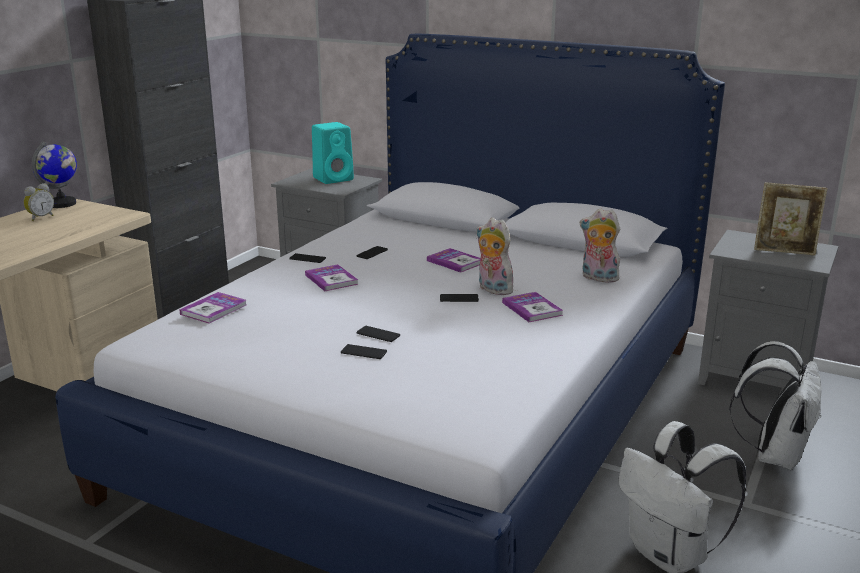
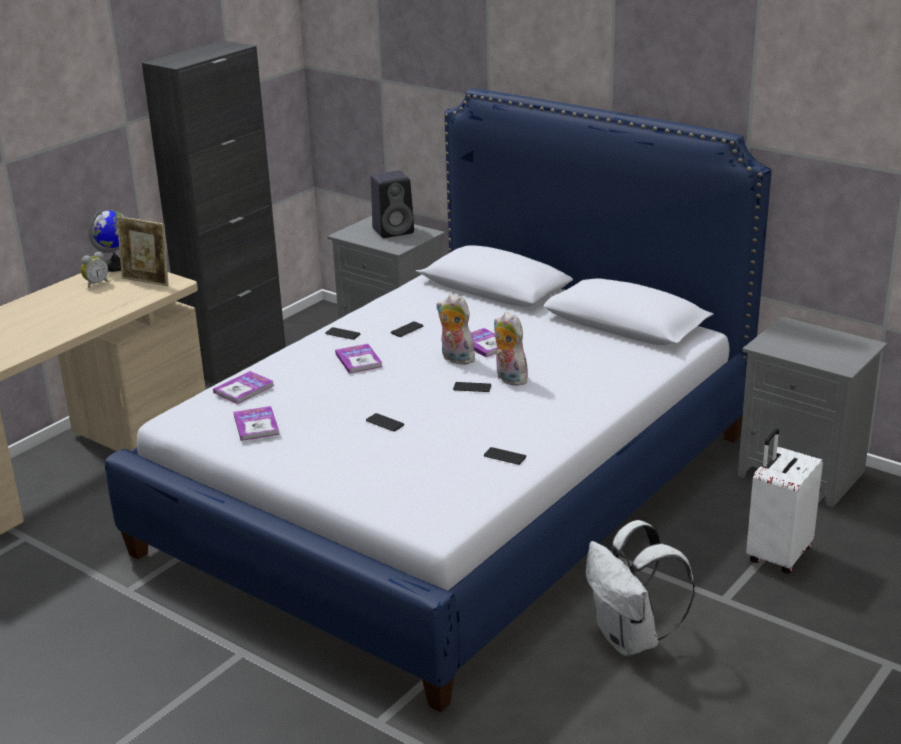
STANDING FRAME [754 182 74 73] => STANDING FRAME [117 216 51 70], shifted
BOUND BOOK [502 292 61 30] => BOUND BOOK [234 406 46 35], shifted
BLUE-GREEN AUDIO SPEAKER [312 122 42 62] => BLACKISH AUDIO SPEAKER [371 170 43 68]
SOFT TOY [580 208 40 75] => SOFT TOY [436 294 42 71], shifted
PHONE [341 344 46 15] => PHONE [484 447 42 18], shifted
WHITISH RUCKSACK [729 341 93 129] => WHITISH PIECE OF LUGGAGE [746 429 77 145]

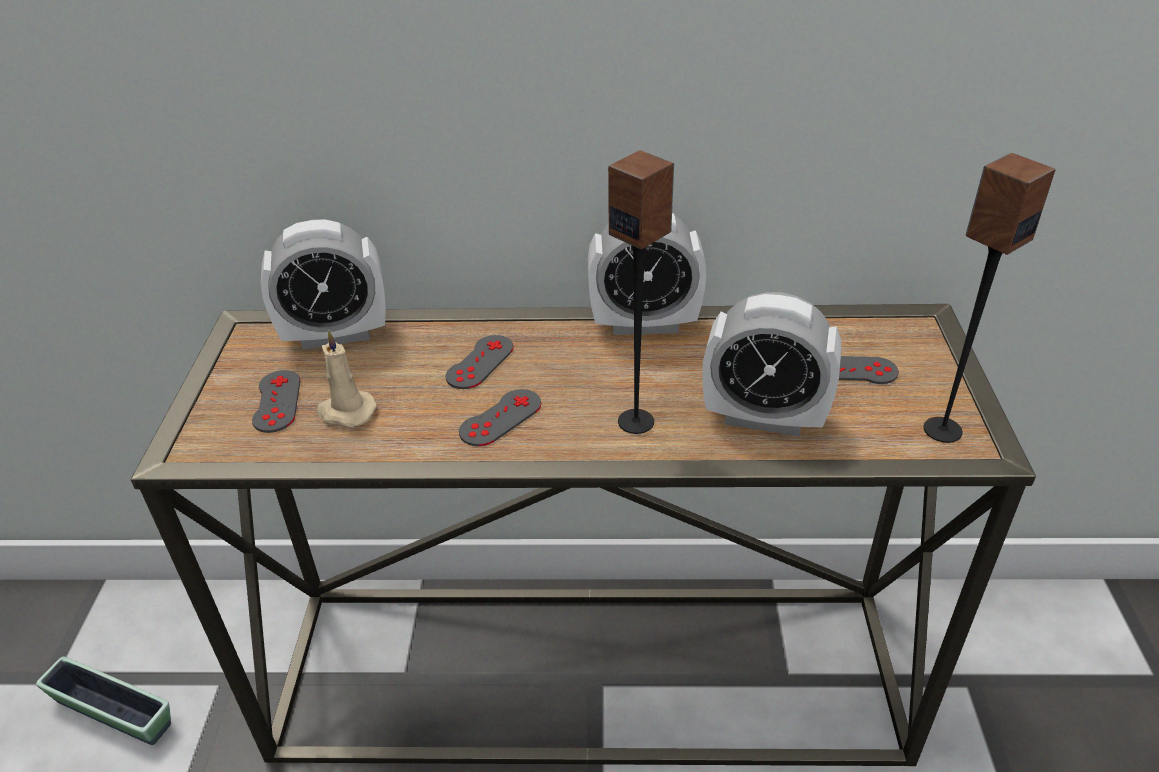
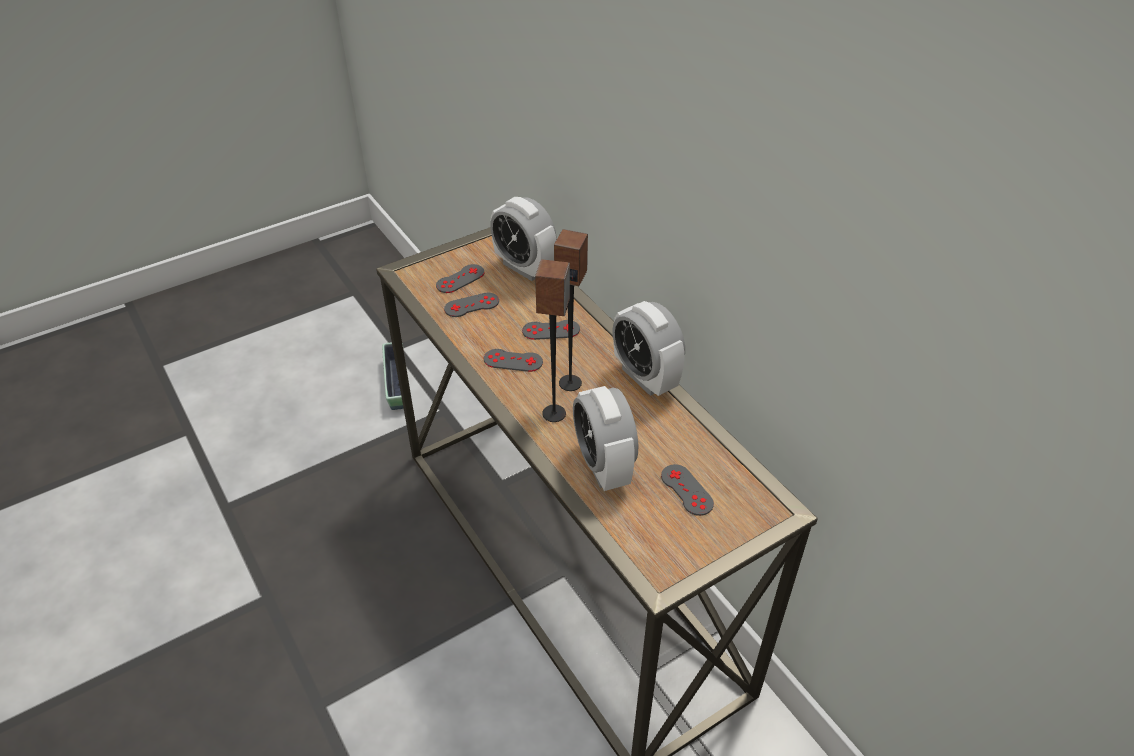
BEIGE WAX CANDLE [316 330 61 98] => GREY JOYPAD [444 293 55 24]
AUDIO SPEAKER [923 153 132 290] => AUDIO SPEAKER [554 229 34 162], shifted

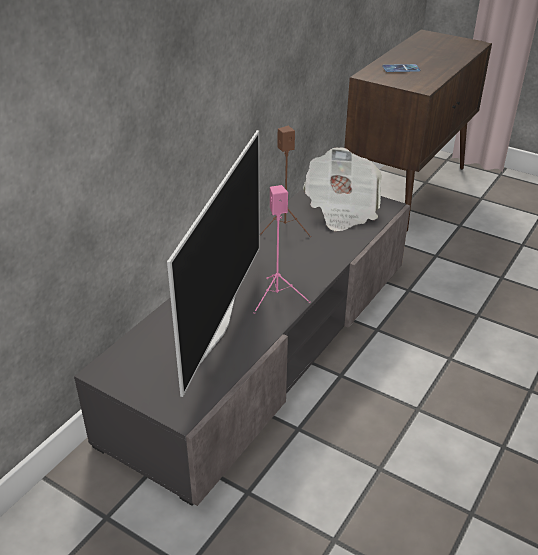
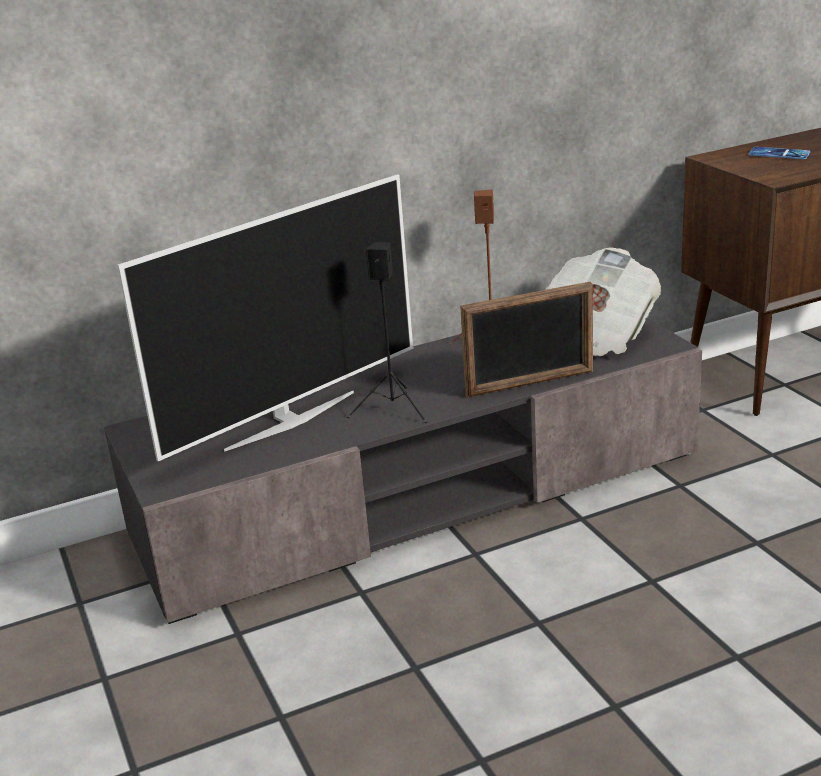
PINKISH AUDIO SPEAKER [254 185 56 129] => BLACKISH AUDIO SPEAKER [347 242 80 181]
nothing => STANDING FRAME [460 282 133 116]

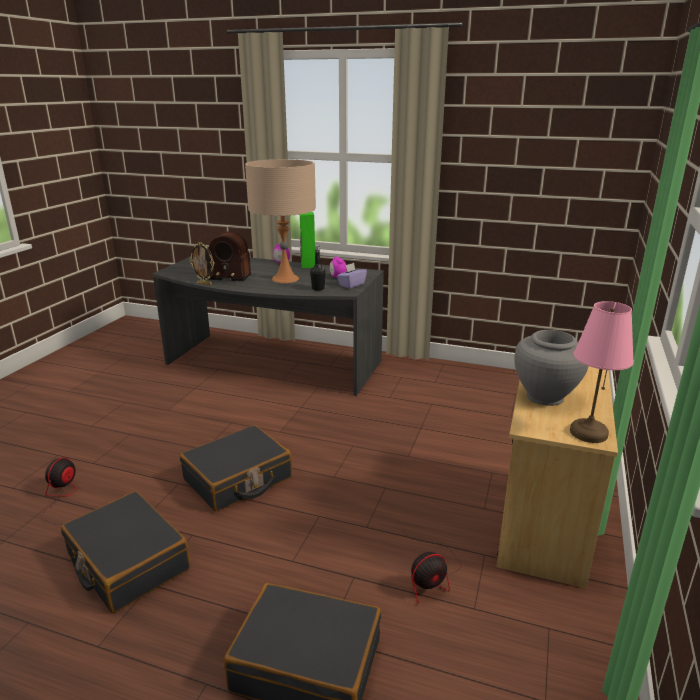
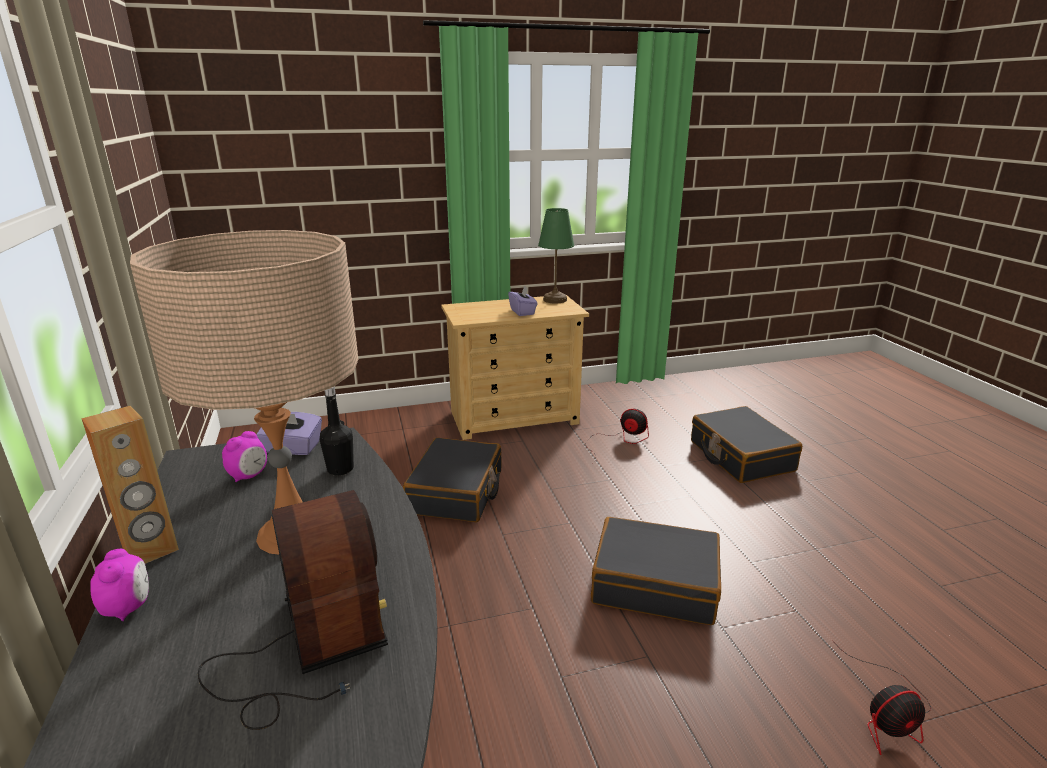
GREENISH AUDIO SPEAKER [300 212 15 56] => BROWN AUDIO SPEAKER [81 406 98 158]
BLACKISH PIECE OF LUGGAGE [61 491 129 122] => BLACKISH PIECE OF LUGGAGE [403 438 99 84], shifted
GREY DECORATIVE VASE [514 330 74 76] => PURPLISH TISSUE HOLDER [508 285 30 31]
PINKISH TABLE LAMP [570 301 64 142] => GREENISH TABLE LAMP [538 208 36 95]
STANDING FRAME [189 242 25 43] => nothing

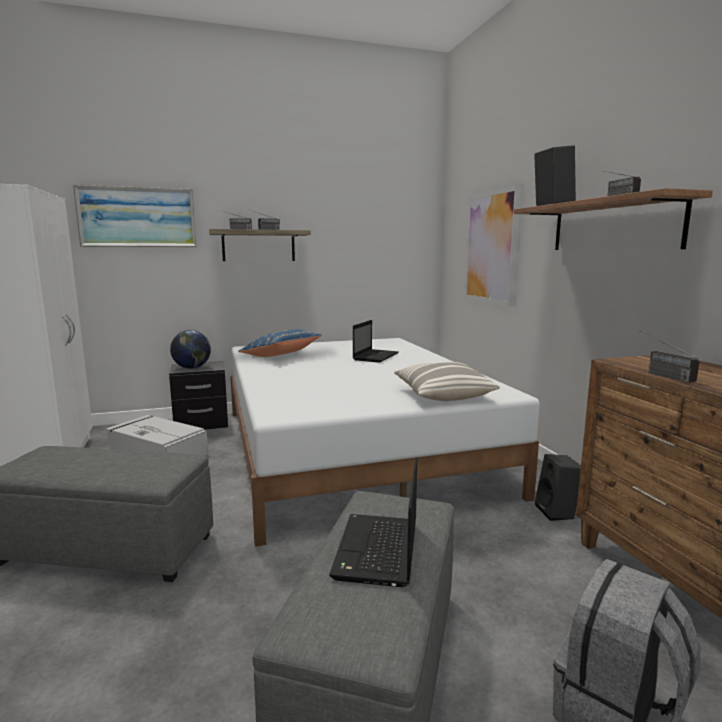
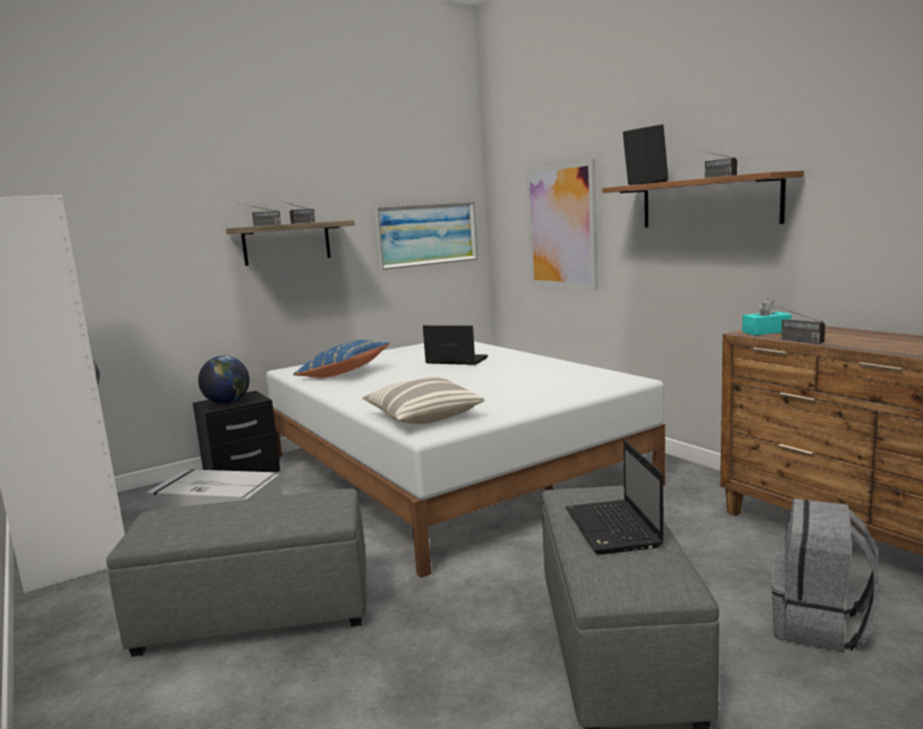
THROW PILLOW [394 362 106 39] => THROW PILLOW [362 377 122 47], shifted
WALL PICTURE [73 185 124 62] => WALL PICTURE [375 202 102 68], shifted
NOTEBOOK COMPUTER [353 320 46 43] => NOTEBOOK COMPUTER [423 325 65 40], 75 degrees counterclockwise
nothing => BLUE-GREEN TISSUE HOLDER [742 298 50 37]
BLACKISH AUDIO SPEAKER [535 454 46 67] => nothing

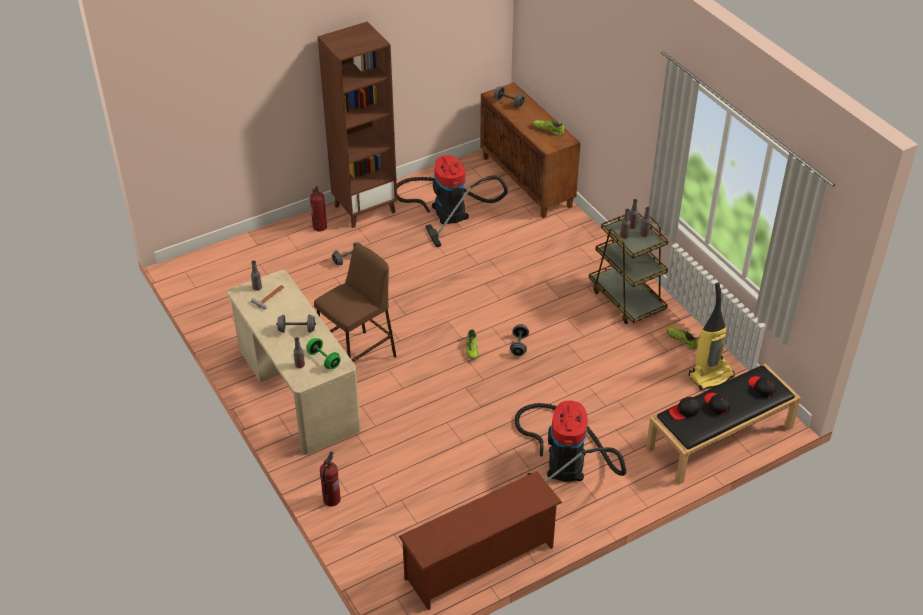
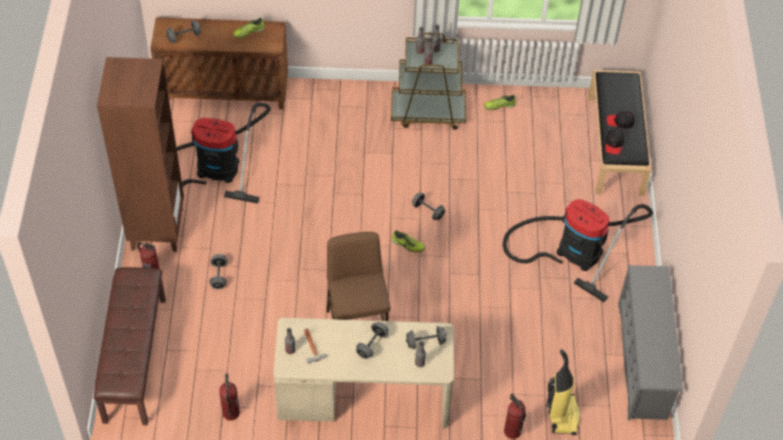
nothing => BROWN LONG SEAT [94 267 72 158]
nothing => FIRE EXTINGUISHER [219 373 21 48]
GREENISH FREE WEIGHT [306 338 35 31] => GREY FREE WEIGHT [406 326 41 23]
VACUUM [689 283 46 107] => VACUUM [546 349 34 86], shifted
BROWN SHOE STAND [399 471 164 139] => GREY SHOE STAND [618 265 65 156]
BLACKISH PEAKED CAP [748 376 28 22] => nothing

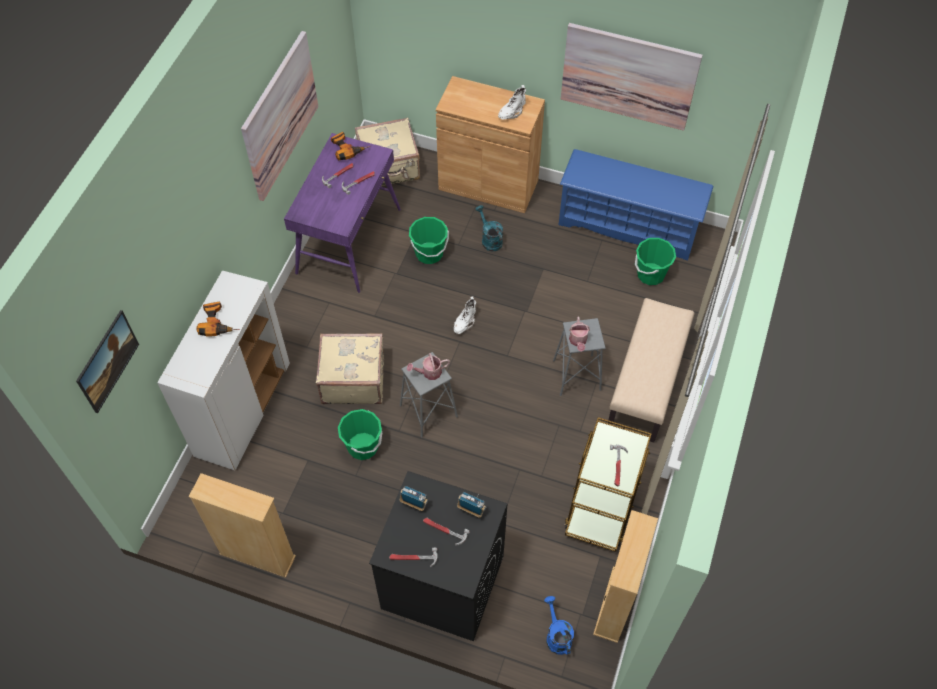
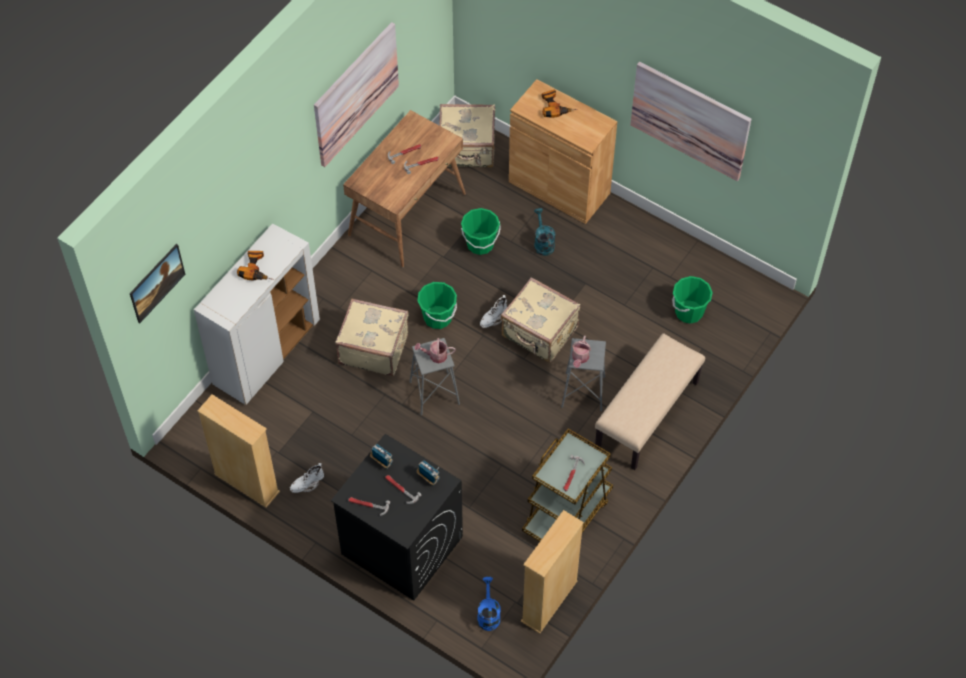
WHITISH TALL BOOT [498 85 28 35] => WHITISH TALL BOOT [290 463 34 30], shifted
PURPLISH DESK TABLE [284 133 117 160] => BROWN DESK TABLE [343 110 123 157]
GREENISH WATER BUCKET [338 409 44 51] => GREENISH WATER BUCKET [417 282 40 47], shifted
nothing => BEIGE PIECE OF LUGGAGE [501 277 80 86]
ELECTRIC DRILL [331 132 39 28] => ELECTRIC DRILL [541 89 37 29], shifted
BLUISH SHOE STAND [559 149 155 111] => nothing

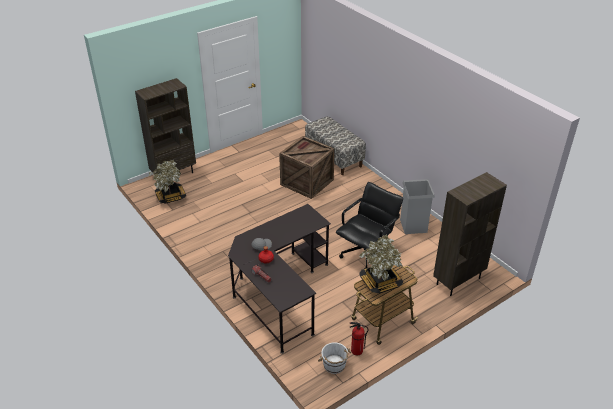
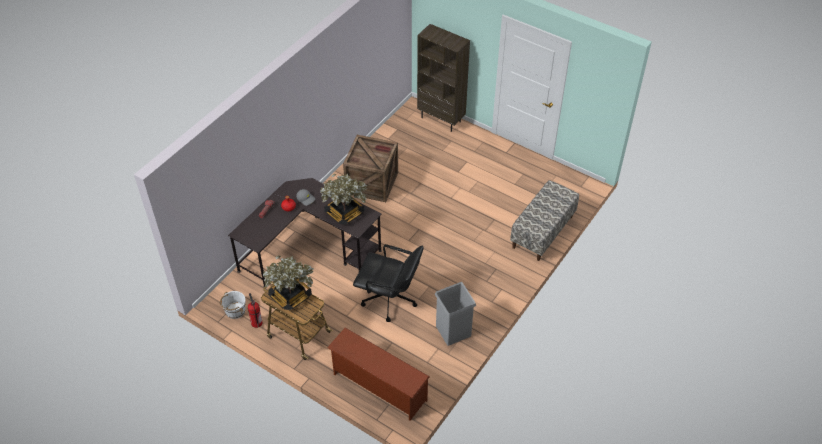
HOUSEPLANT [148 160 38 44] => HOUSEPLANT [320 174 47 50], shifted
BROWN BOOKSHELF [433 172 74 124] => BROWN SHOE STAND [327 328 103 93]
PACKING CRATE [279 136 56 63] => PACKING CRATE [343 135 55 67], shifted

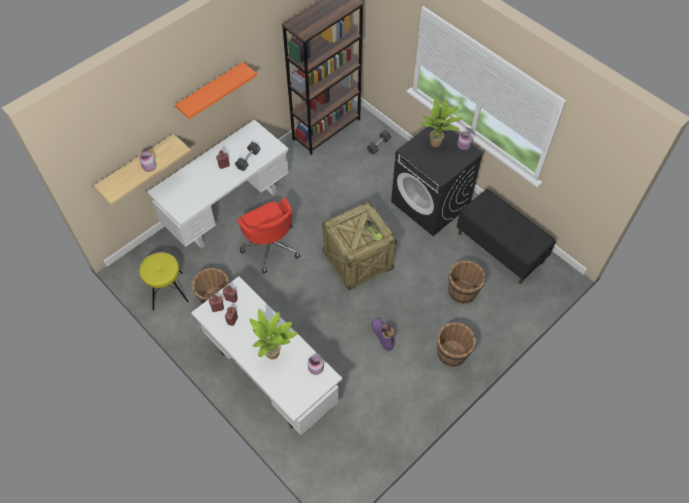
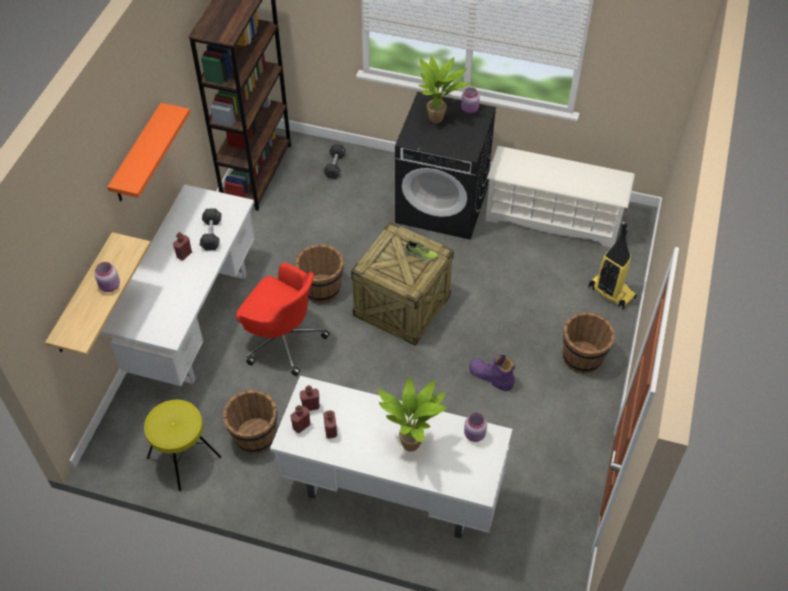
BROWN WATER BUCKET [448 260 38 44] => BROWN WATER BUCKET [295 244 49 59], shifted
BLACKISH LONG SEAT [456 189 99 95] => WHITISH SHOE STAND [485 146 150 102]
nothing => VACUUM [588 220 49 90]

